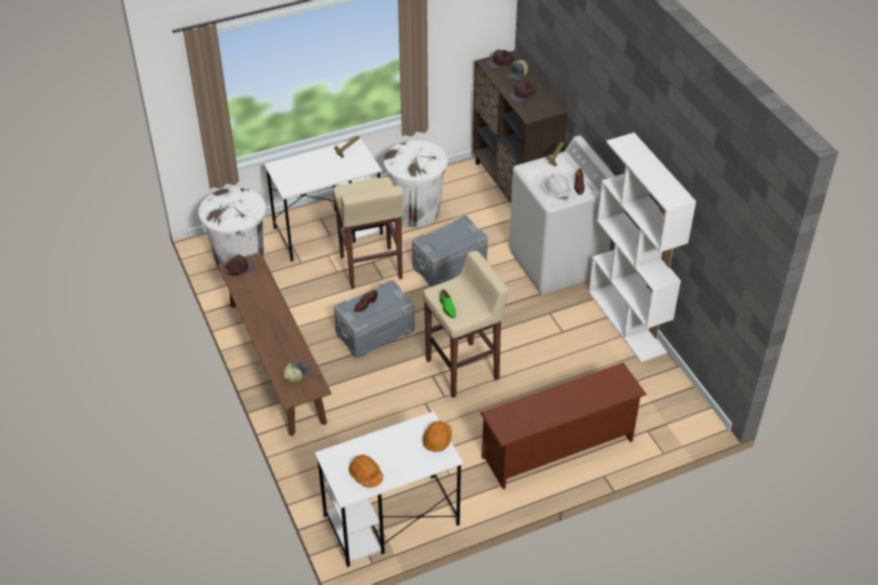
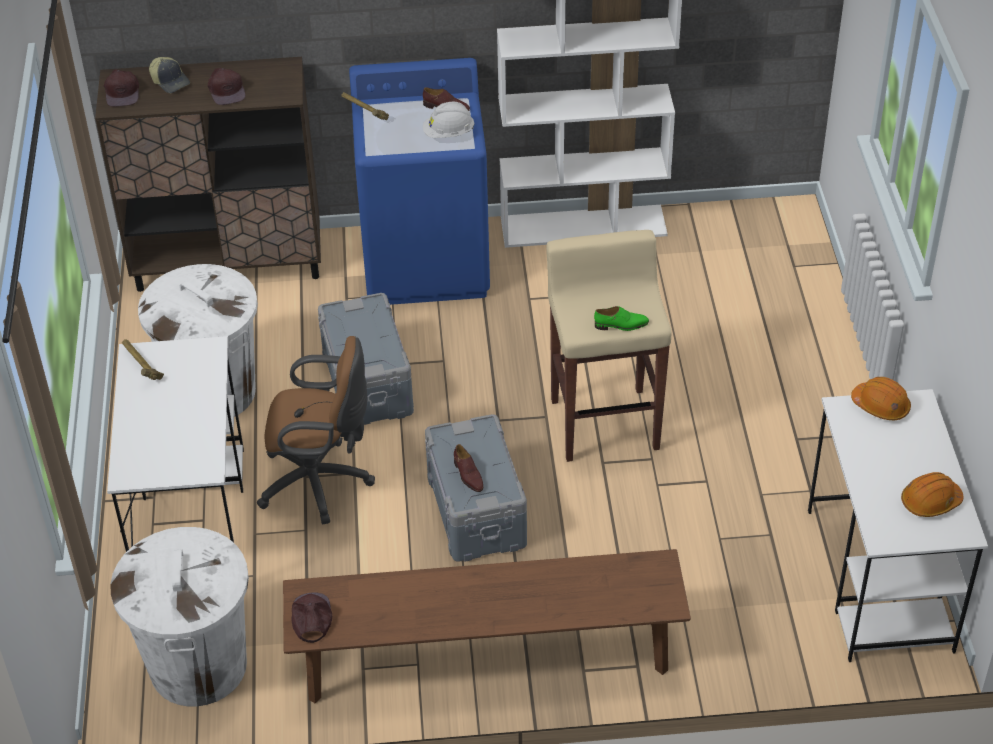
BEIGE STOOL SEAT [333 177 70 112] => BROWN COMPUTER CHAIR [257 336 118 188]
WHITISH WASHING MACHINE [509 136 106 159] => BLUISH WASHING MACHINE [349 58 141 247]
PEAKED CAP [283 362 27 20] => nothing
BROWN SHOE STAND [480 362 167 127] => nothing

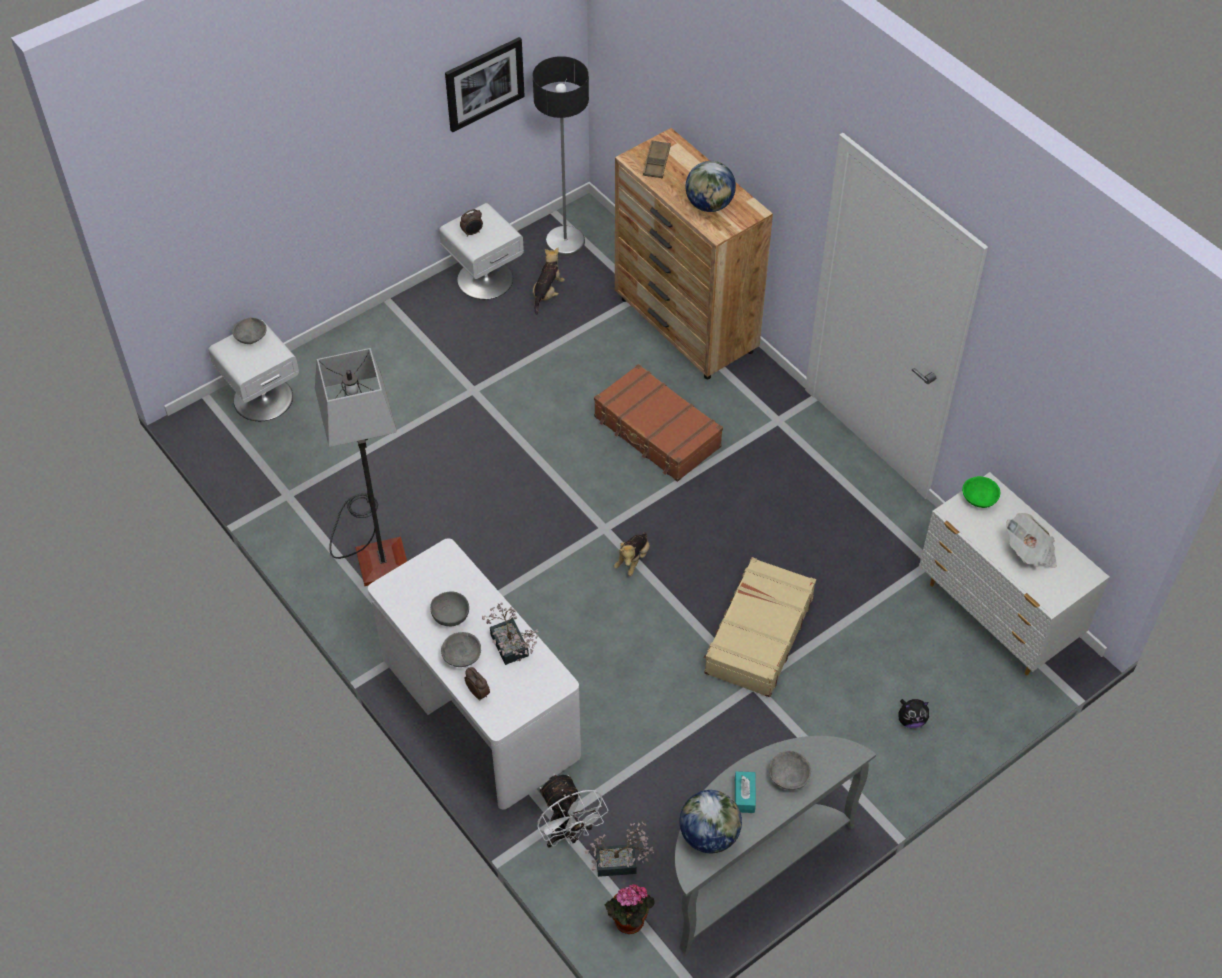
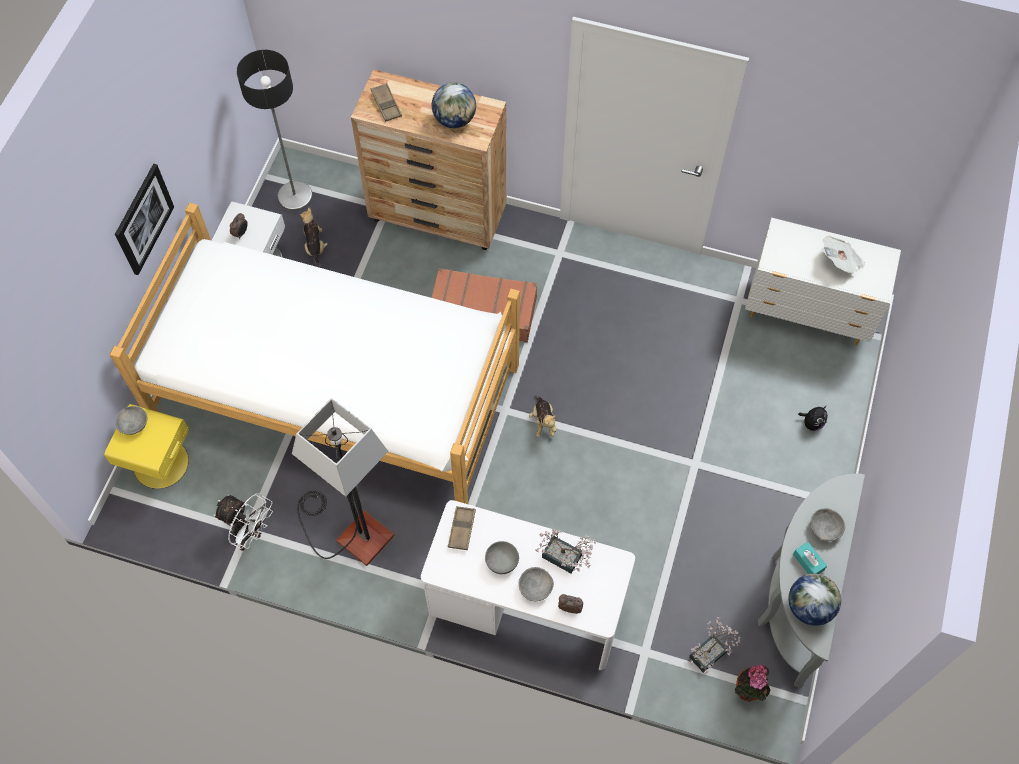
WHITISH BEDSIDE TABLE [208 320 91 101] => YELLOWISH BEDSIDE TABLE [105 404 84 85]
nothing => SLEEPING BED [110 203 410 302]
WALL PICTURE [445 37 80 95] => WALL PICTURE [115 164 59 111], shifted
WHITISH ELECTRIC FAN [537 773 71 74] => WHITISH ELECTRIC FAN [214 494 59 57], shifted
nothing => BROWN TRAY [448 506 28 44]
BEIGE PIECE OF LUGGAGE [703 557 113 140] => nothing
GREENISH BOWL [962 476 38 32] => nothing

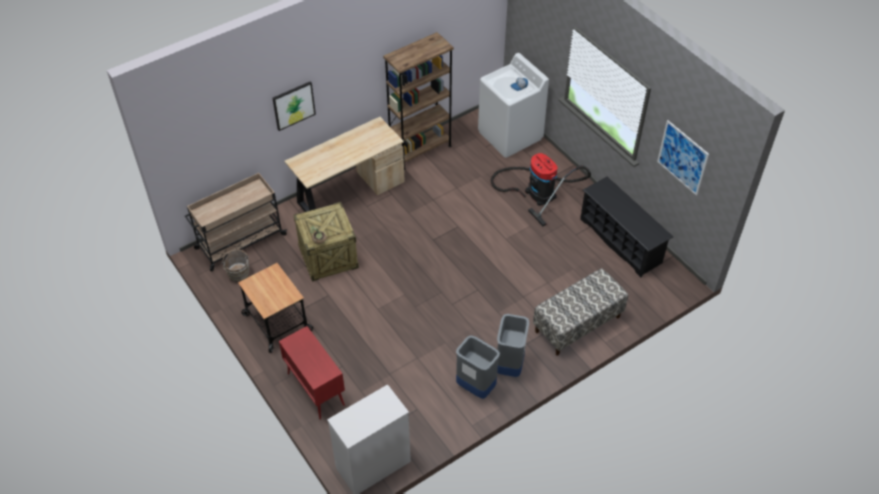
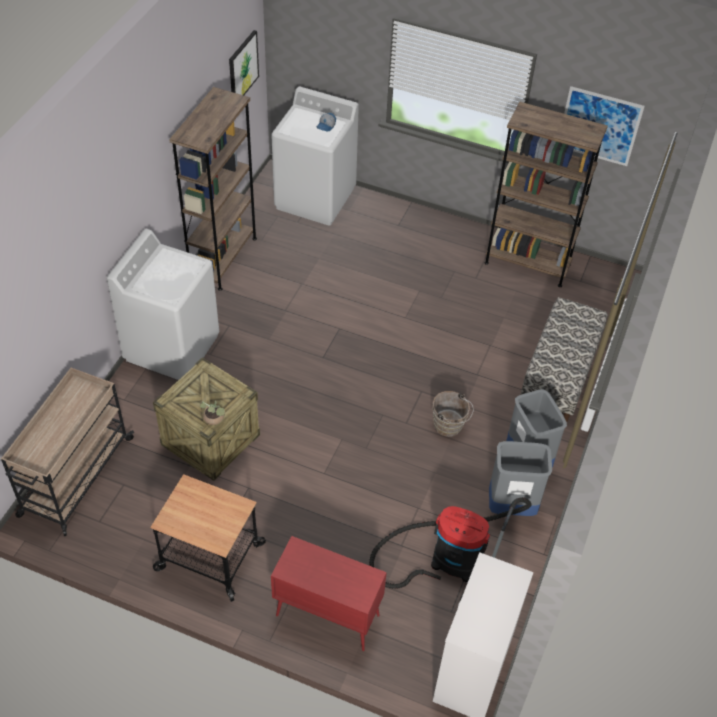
BEIGE DESK TABLE [284 117 121 95] => WHITISH WASHING MACHINE [107 229 112 151]
WALL PICTURE [272 81 44 50] => WALL PICTURE [229 30 30 65], shifted
VACUUM [491 153 100 73] => VACUUM [369 497 163 104], shifted
BROWN WATER BUCKET [221 249 28 33] => BROWN WATER BUCKET [432 391 42 46], shifted
BLACKISH SHOE STAND [580 177 93 100] => BROWN BOOKSHELF [484 102 124 185]

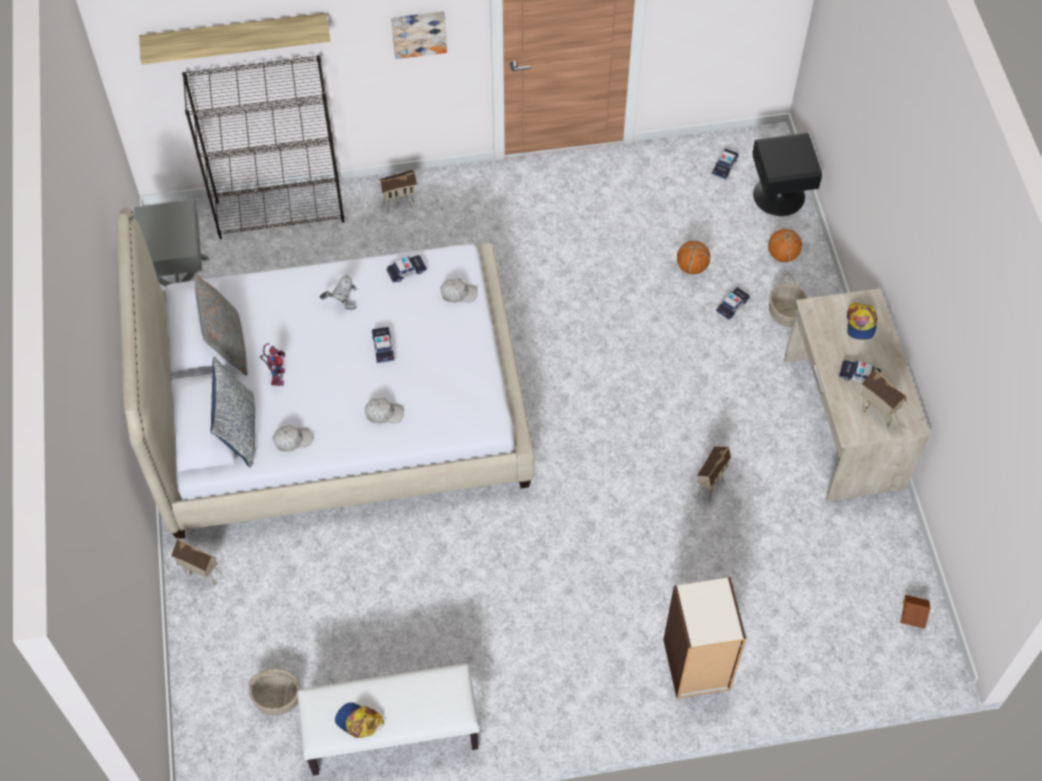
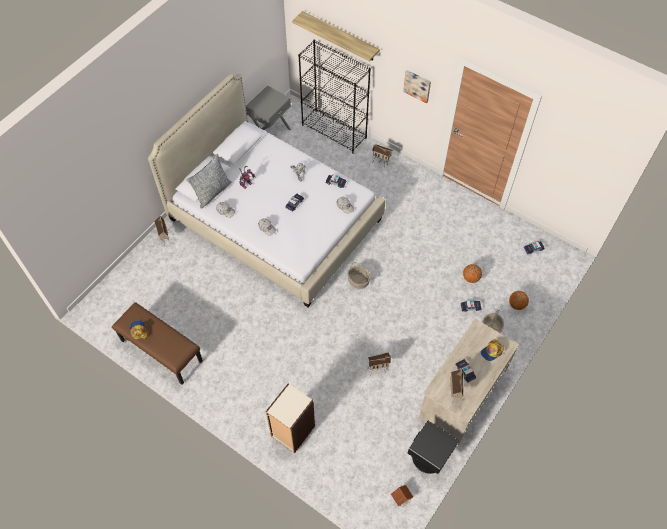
WHITISH LONG SEAT [297 664 183 112] => BROWN LONG SEAT [112 302 91 83]
STORAGE BASKET [249 668 51 48] => STORAGE BASKET [347 262 23 27], shifted
BLACKISH BEDSIDE TABLE [752 133 70 83] => BLACKISH BEDSIDE TABLE [407 421 52 53], shifted
GREY THROW PILLOW [194 273 53 103] => nothing

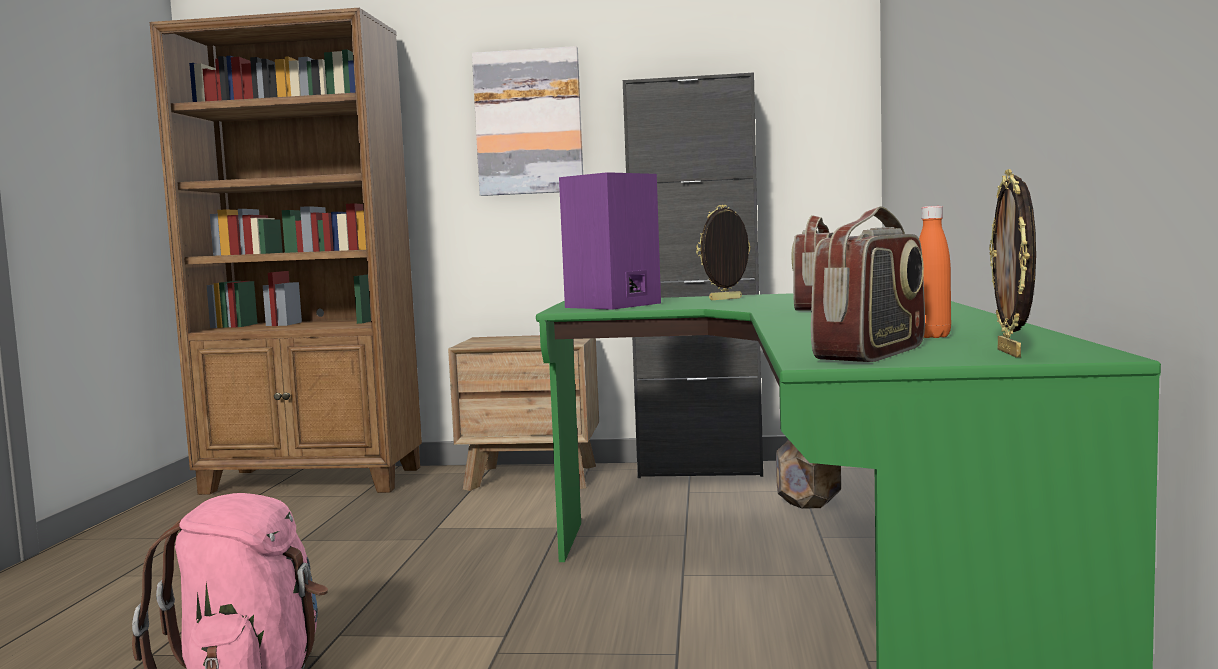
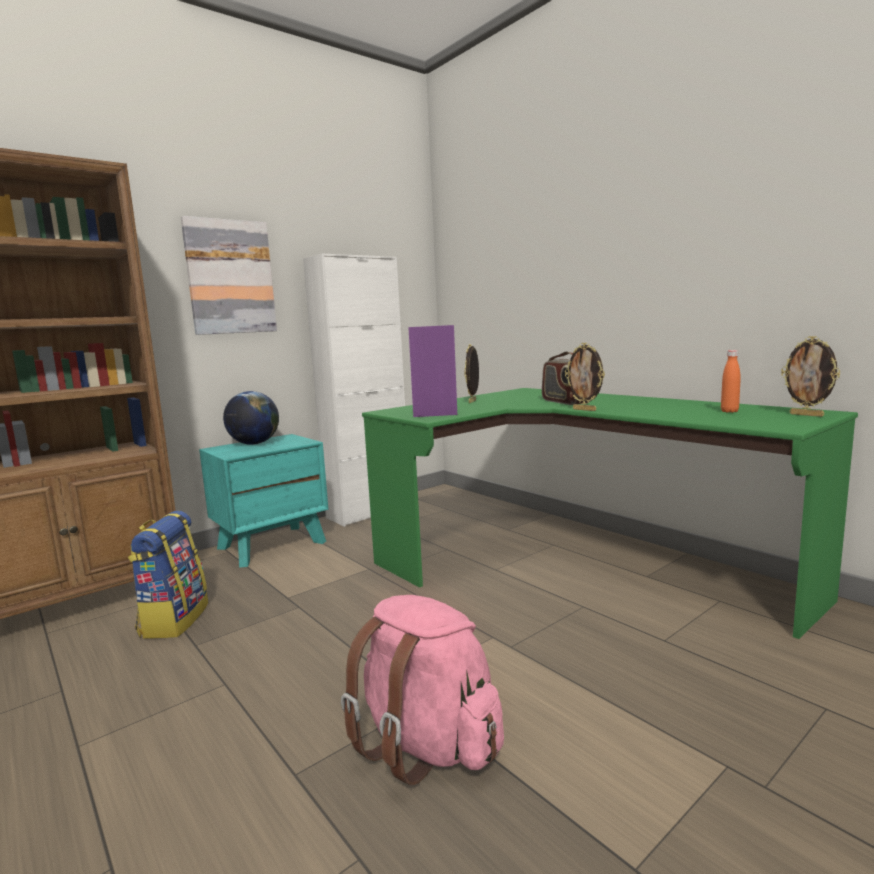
nothing => RUCKSACK [128 511 80 127]
BROWN BEDSIDE TABLE [448 335 151 156] => BLUE-GREEN BEDSIDE TABLE [199 434 129 134]
nothing => DESK GLOBE [223 391 56 54]
BLACKISH CUPBOARD [623 72 140 406] => WHITISH CUPBOARD [303 253 102 274]
nothing => STANDING FRAME [565 342 40 69]
BROWN FLOWER POT [776 440 65 69] => nothing
RADIO SET [811 206 114 156] => nothing

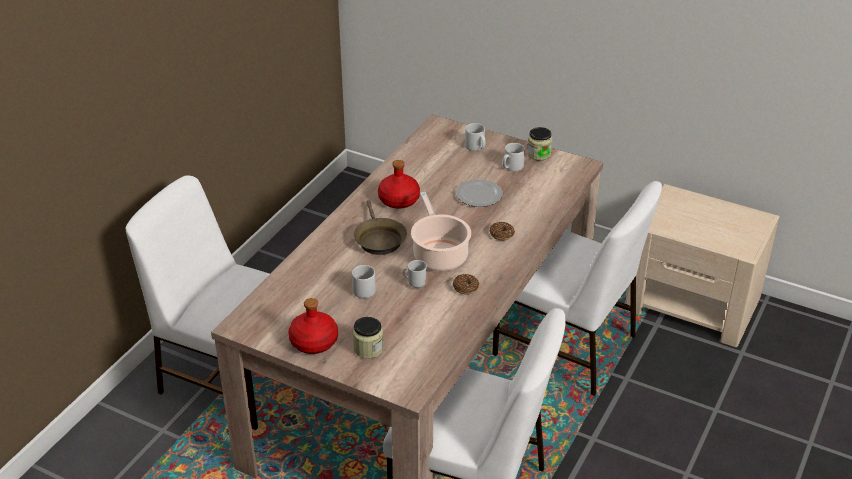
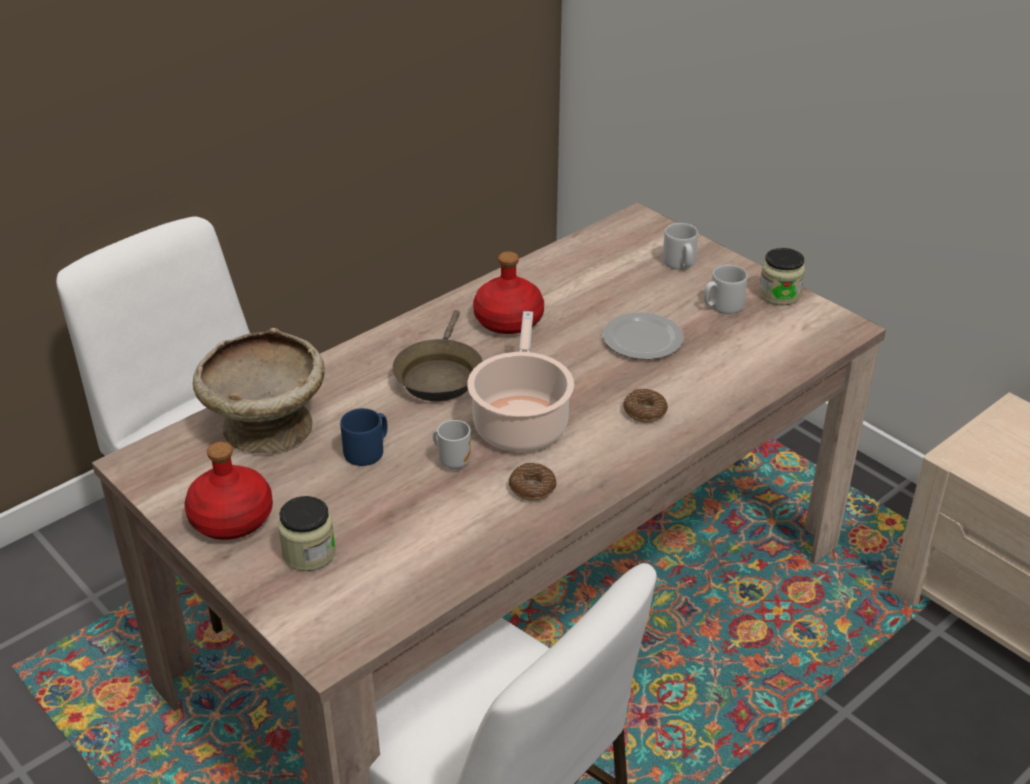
nothing => BEIGE BOWL [193 328 132 125]
GREY COFFEE MUG [352 265 24 33] => BLUISH COFFEE MUG [340 408 48 58]
WHITISH PLAIN CHAIR [492 181 170 215] => nothing

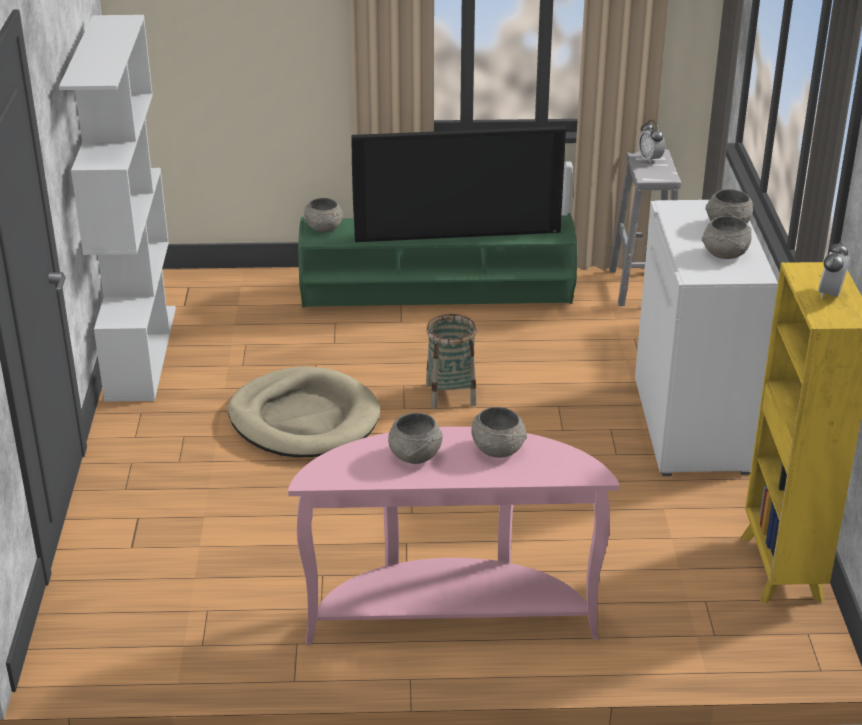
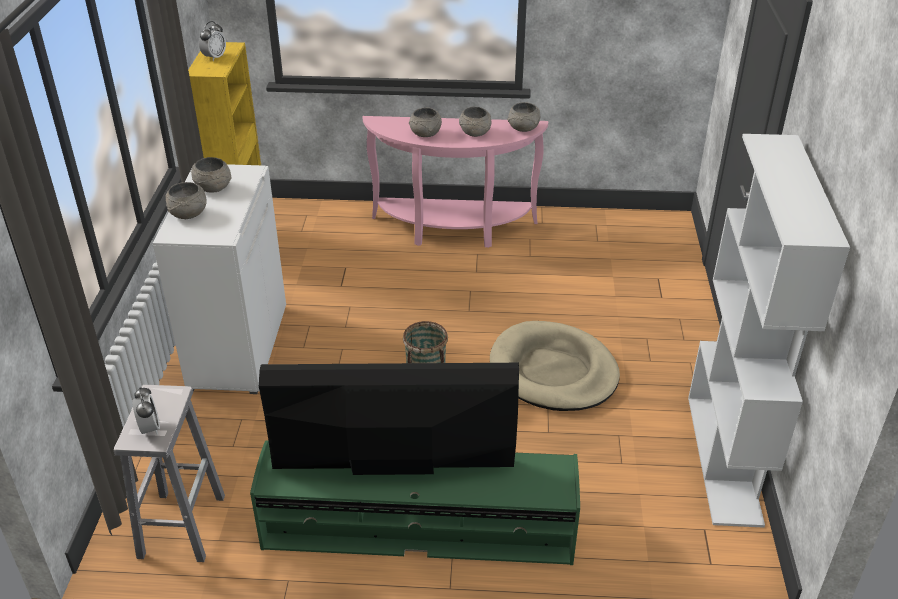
GREY BOWL [304 198 40 34] => GREY BOWL [507 102 33 30], shifted

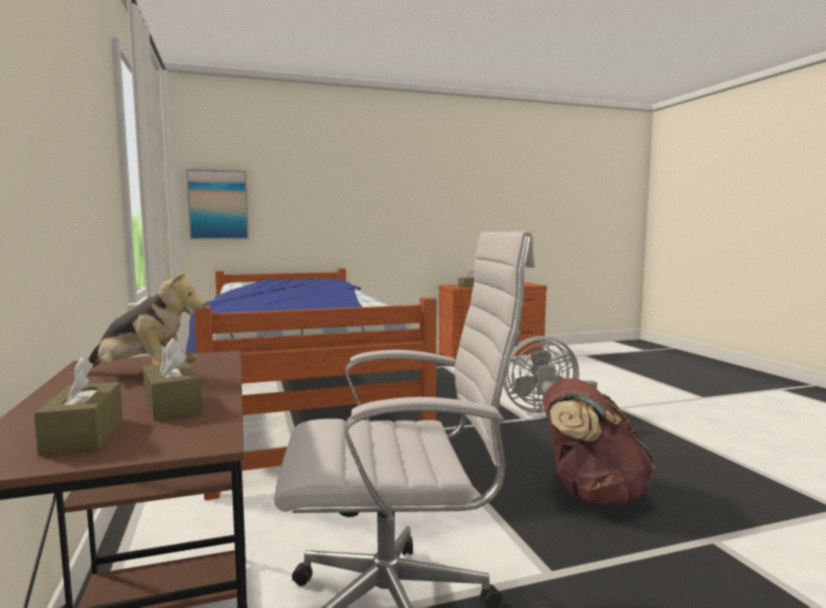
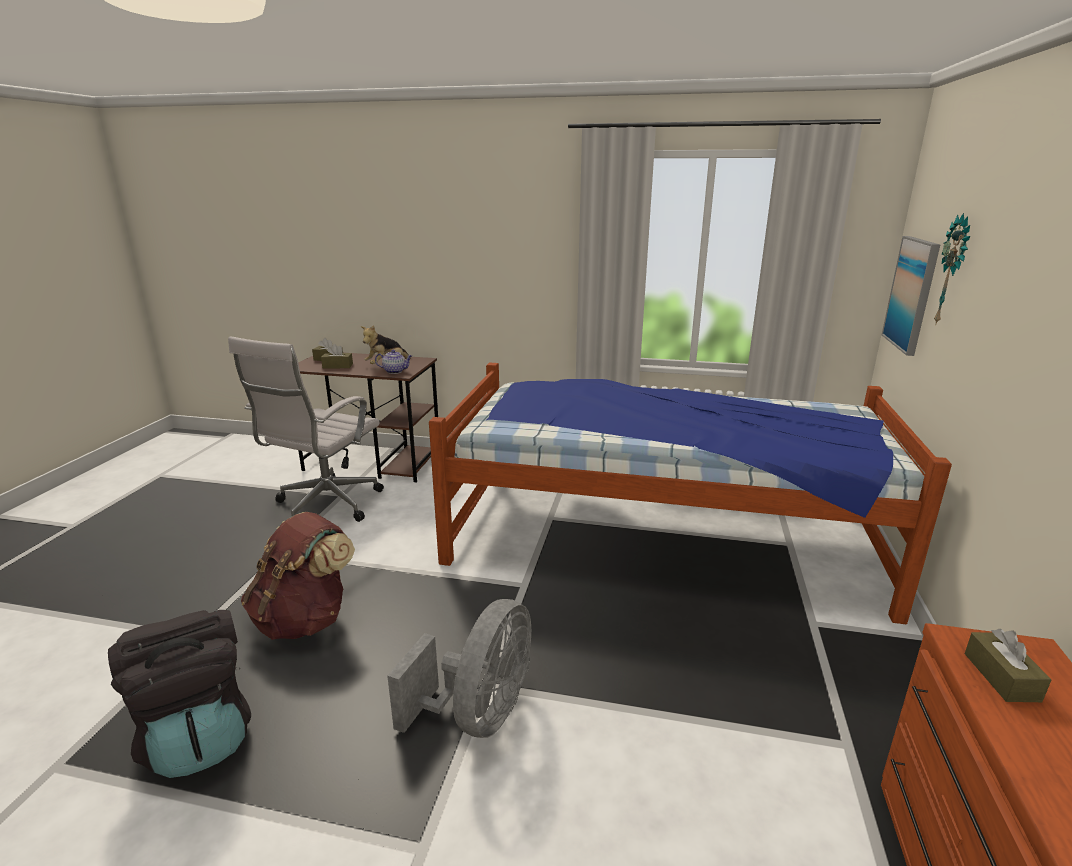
nothing => BLACKISH RUCKSACK [108 610 143 168]
nothing => TEA POT [375 350 37 24]
nothing => CLOCK ON THE WALL [934 213 36 110]

